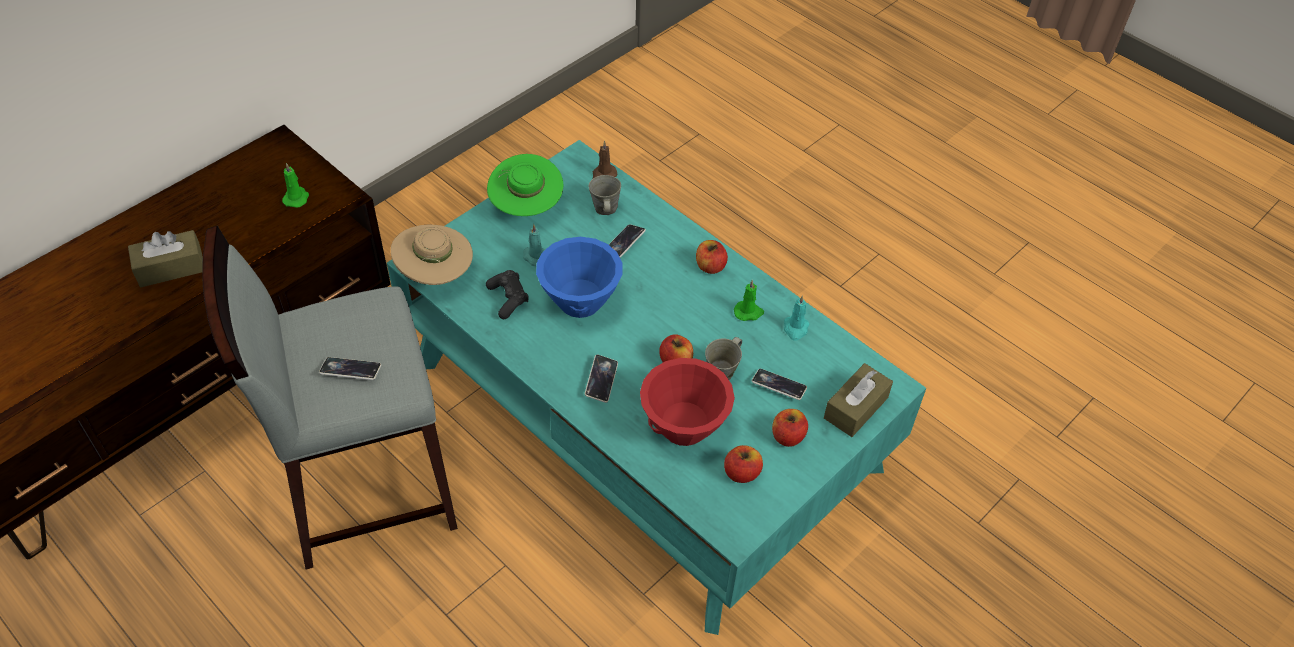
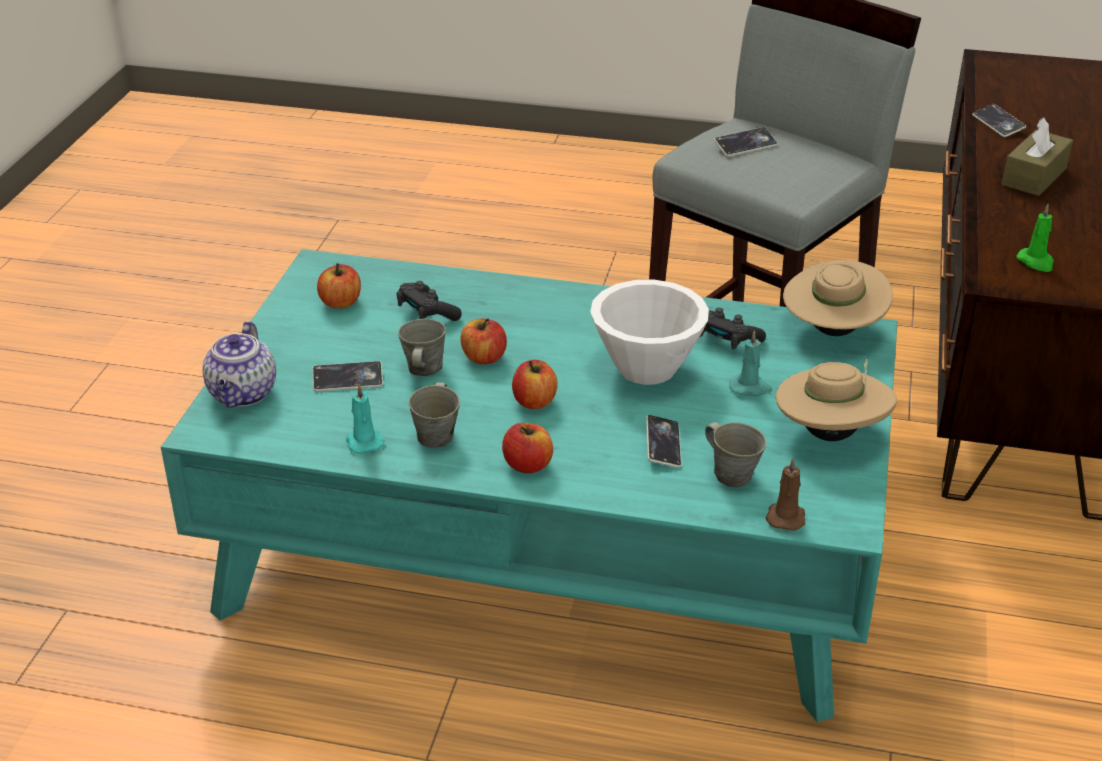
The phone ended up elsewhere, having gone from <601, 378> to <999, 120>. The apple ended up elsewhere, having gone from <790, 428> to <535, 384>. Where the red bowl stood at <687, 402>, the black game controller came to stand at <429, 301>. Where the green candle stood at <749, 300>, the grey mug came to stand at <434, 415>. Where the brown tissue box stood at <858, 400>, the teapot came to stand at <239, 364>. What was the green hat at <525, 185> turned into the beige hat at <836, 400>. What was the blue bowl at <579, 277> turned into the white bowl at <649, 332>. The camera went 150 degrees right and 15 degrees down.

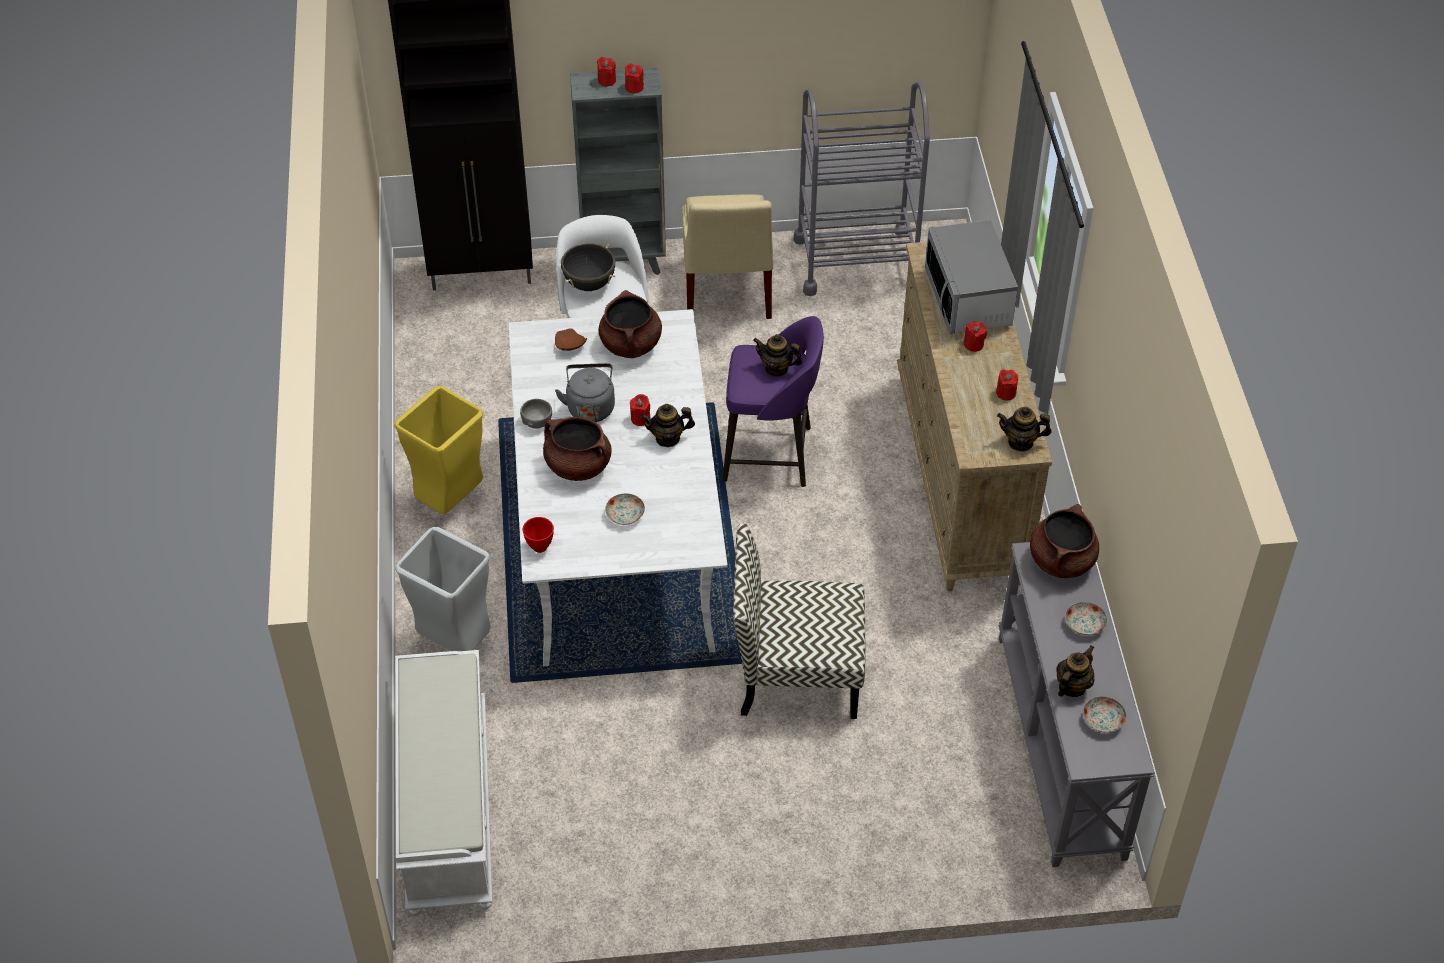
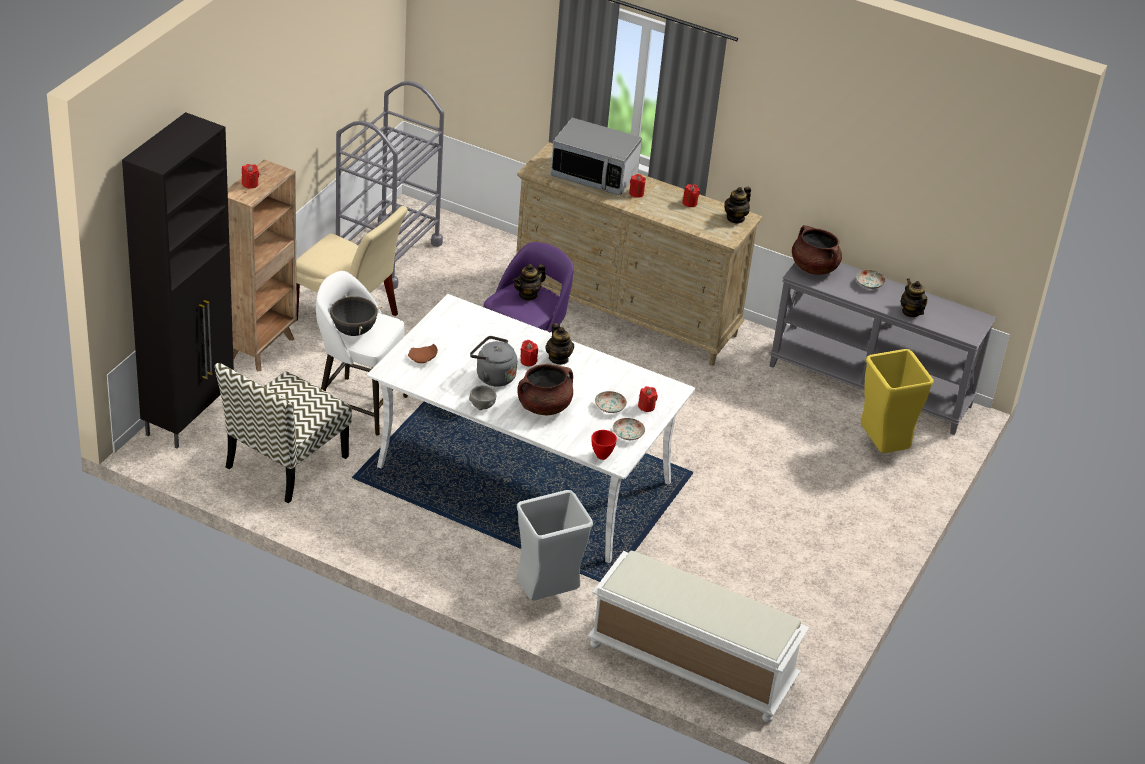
The second view lost the brown cooking pot at <630, 324>. The yellow trash can ended up elsewhere, having gone from <438, 450> to <897, 401>. The red candle ended up elsewhere, having gone from <634, 78> to <648, 399>. The chair ended up elsewhere, having gone from <799, 621> to <283, 433>. The plate ended up elsewhere, having gone from <1104, 714> to <629, 429>. What was the grey bookcase at <618, 171> turned into the brown bookcase at <262, 265>. The teapot at <668, 425> ended up facing another way, 45 degrees counterclockwise from before. The camera went 60 degrees left and 10 degrees down.

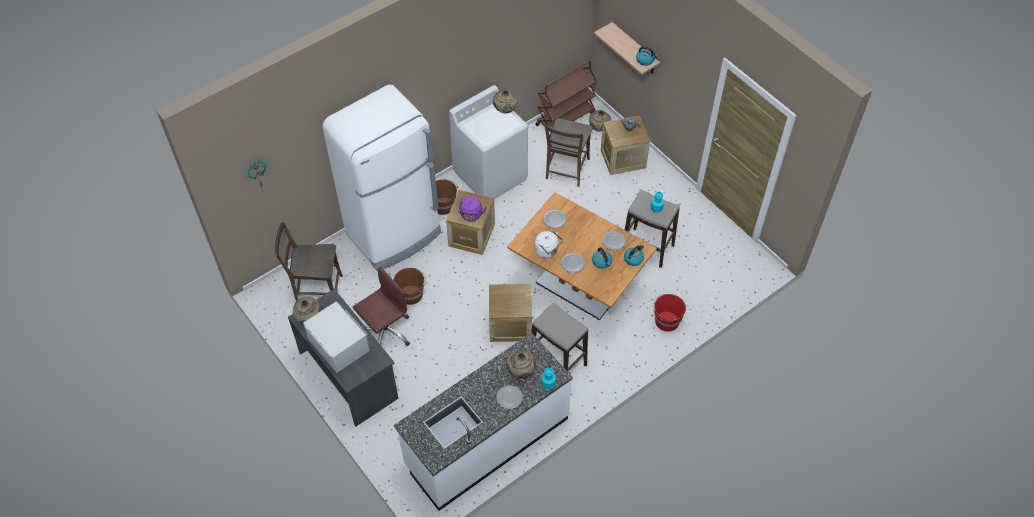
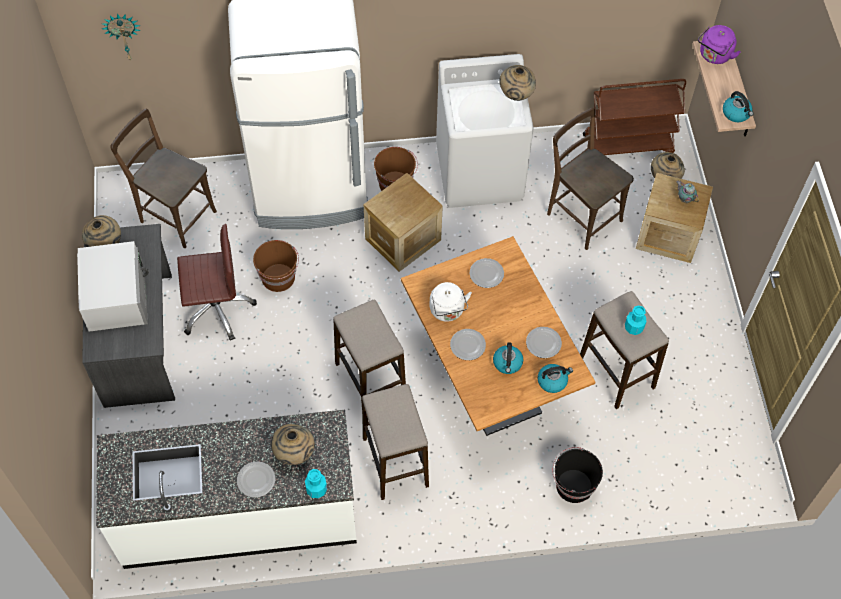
The purple kettle ended up elsewhere, having gone from <472, 208> to <719, 44>. Where the crate stood at <510, 313>, the stool came to stand at <369, 357>. What was the red bucket at <669, 313> turned into the black bucket at <577, 475>. The brown chair at <569, 152> ended up facing another way, 90 degrees clockwise from before. The camera went 30 degrees right and 5 degrees up.

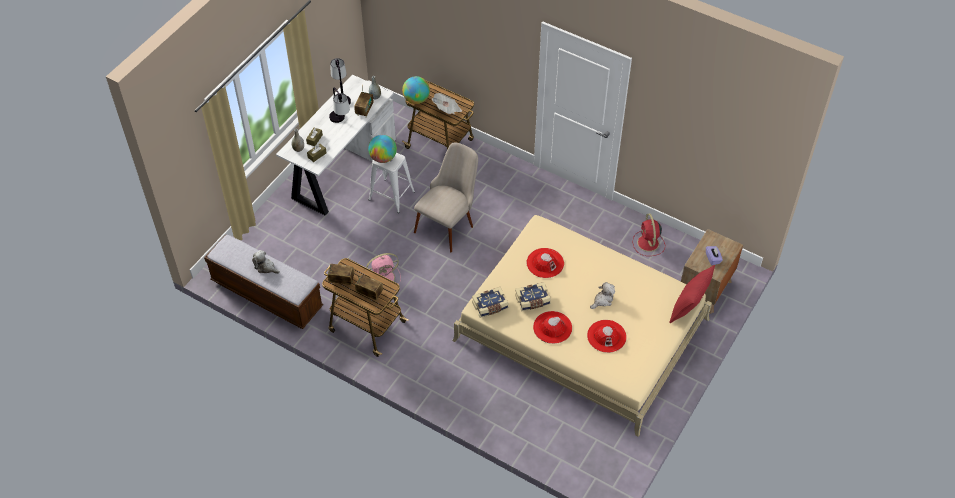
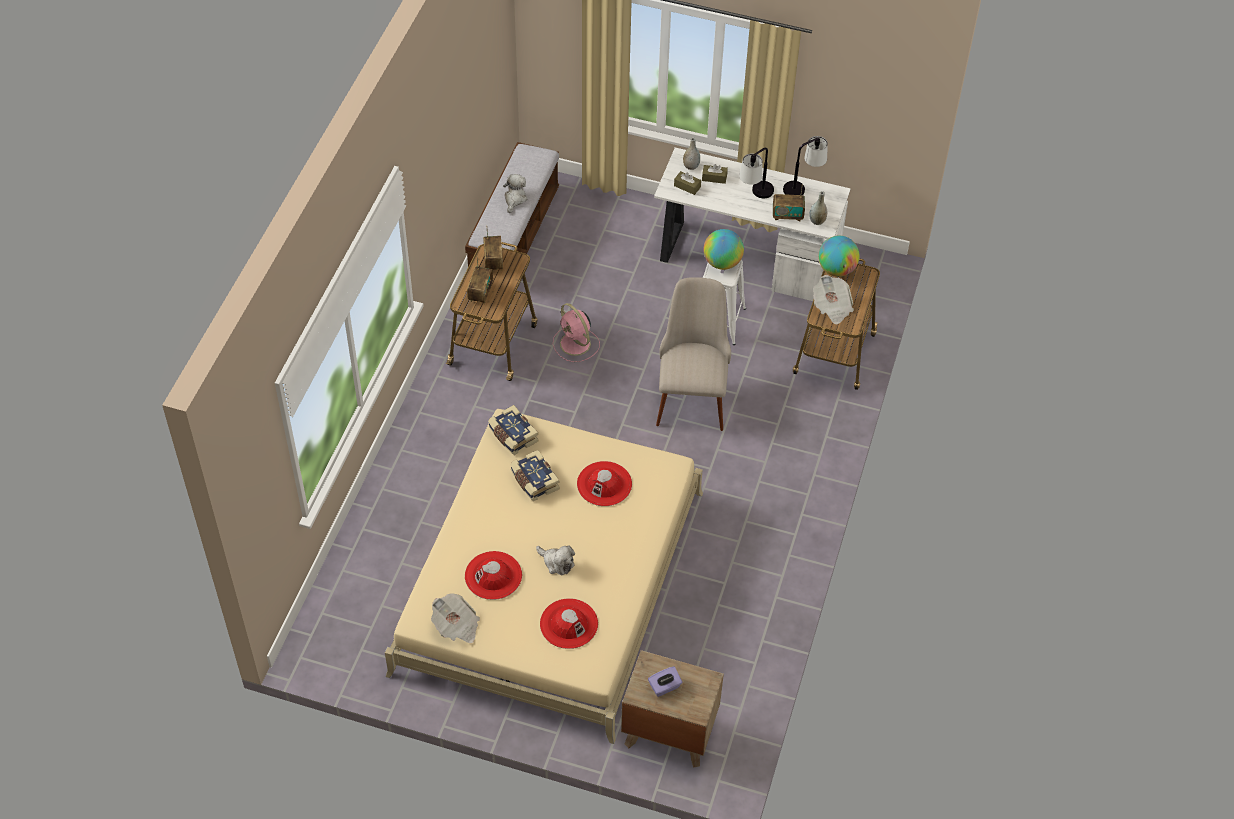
The second view lost the red fan at <649, 235>. The second view lost the red pillow at <692, 294>. The second view gained the newspaper at <455, 618>. The red hat ended up elsewhere, having gone from <552, 327> to <569, 623>. The beige chair at <446, 197> ended up facing another way, 105 degrees counterclockwise from before. The camera went 75 degrees right and 0 degrees up.

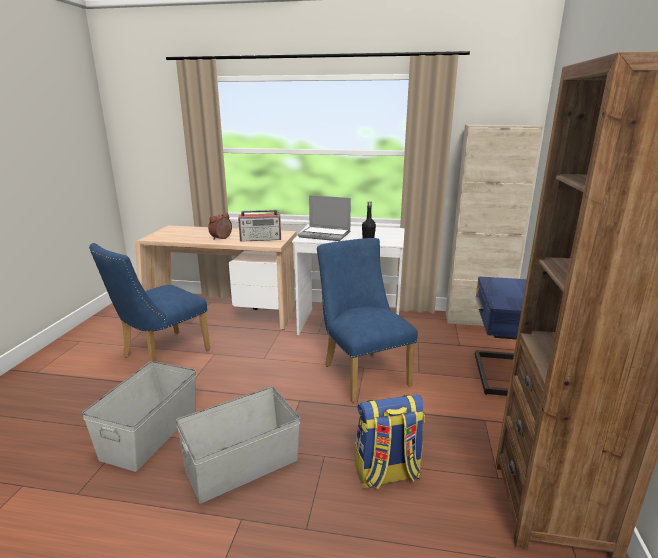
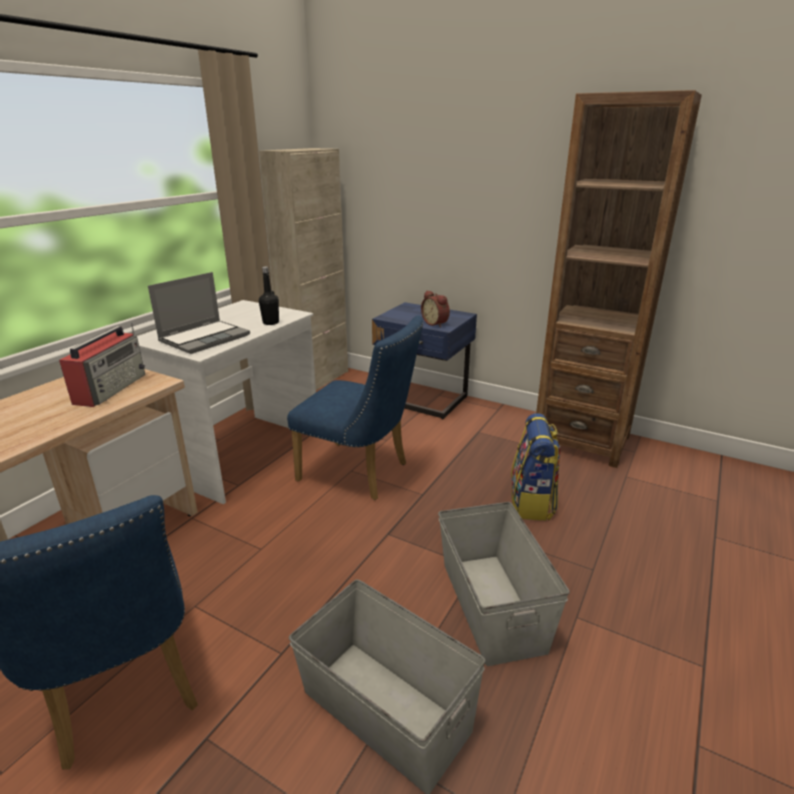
The alarm clock ended up elsewhere, having gone from <220, 226> to <435, 309>. The blue chair at <367, 320> ended up facing another way, 150 degrees counterclockwise from before. The camera went 70 degrees left and 5 degrees up.

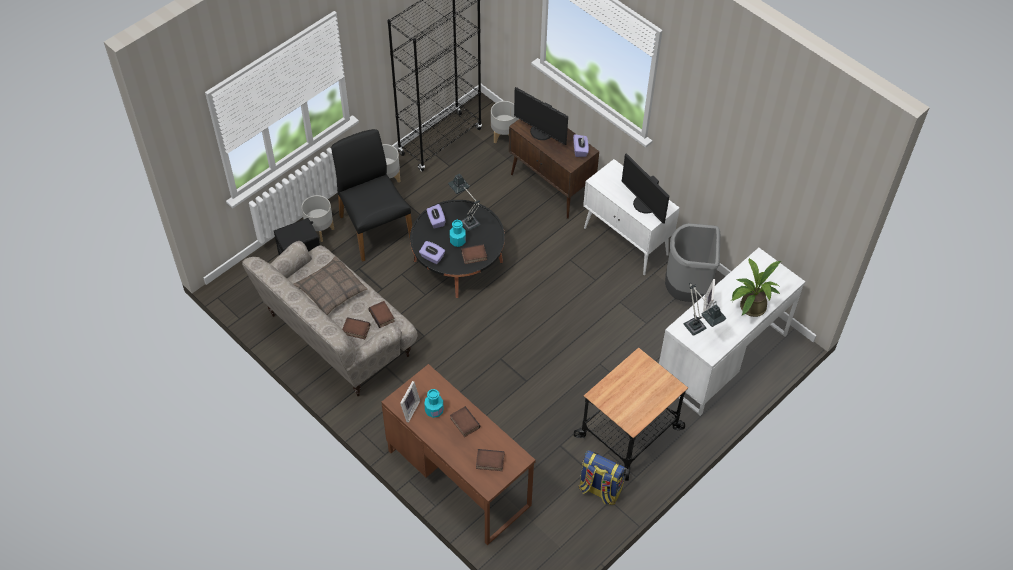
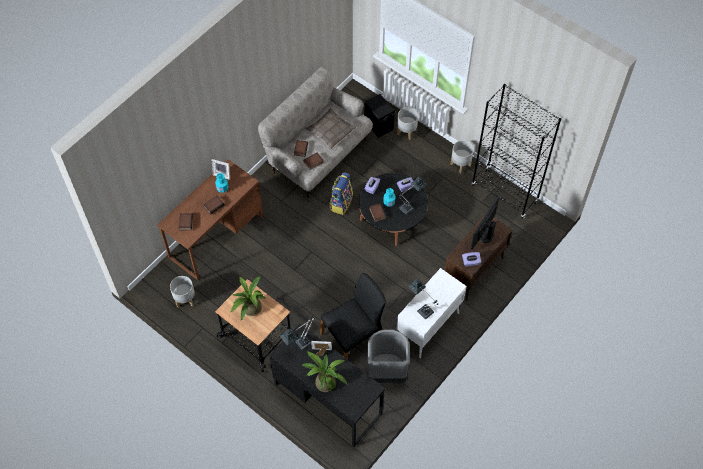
The second view gained the potted plant at <248, 298>. The black chair ended up elsewhere, having gone from <371, 195> to <353, 316>. The grey planter ended up elsewhere, having gone from <504, 122> to <182, 291>. The backpack ended up elsewhere, having gone from <602, 477> to <341, 193>. Where the monitor stood at <645, 189>, the table lamp came to stand at <423, 298>. What was the white desk at <732, 332> turned into the black desk at <327, 385>. The camera went 85 degrees right and 5 degrees up.

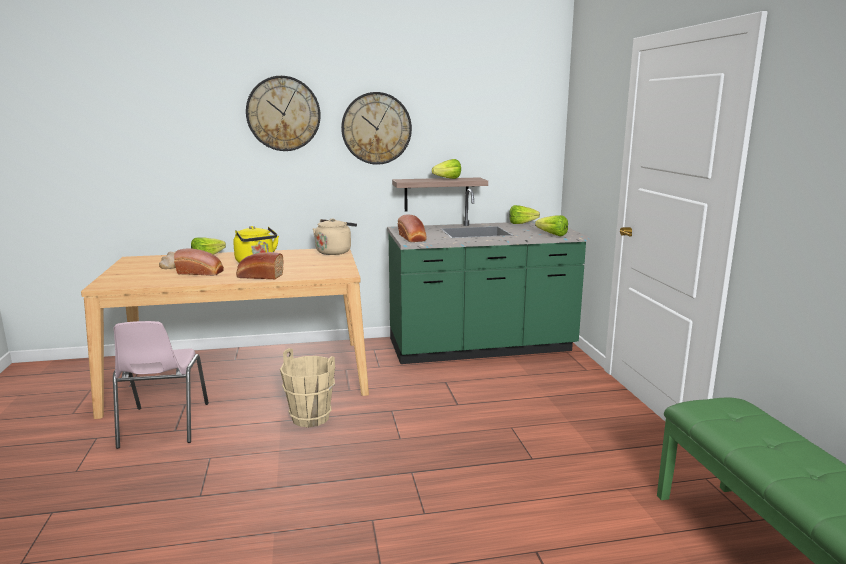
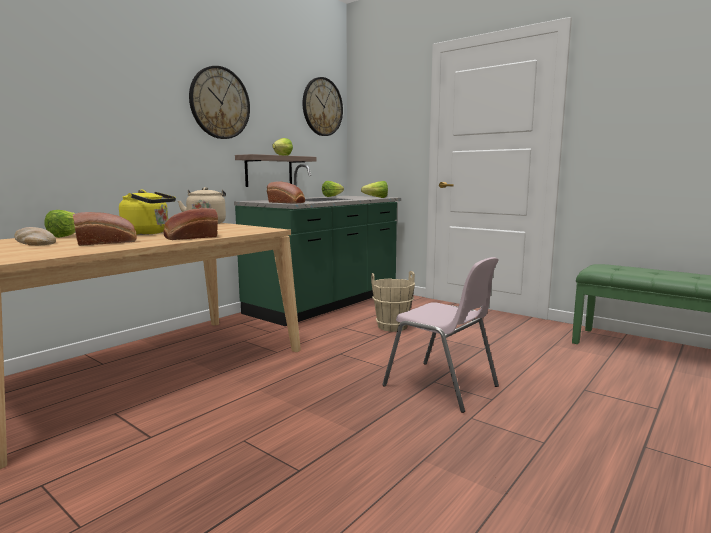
The pink chair ended up elsewhere, having gone from <161, 385> to <440, 335>. The wall clock ended up elsewhere, having gone from <283, 113> to <323, 106>. The beige bucket ended up elsewhere, having gone from <307, 387> to <393, 301>. The camera went 40 degrees left and 5 degrees down.

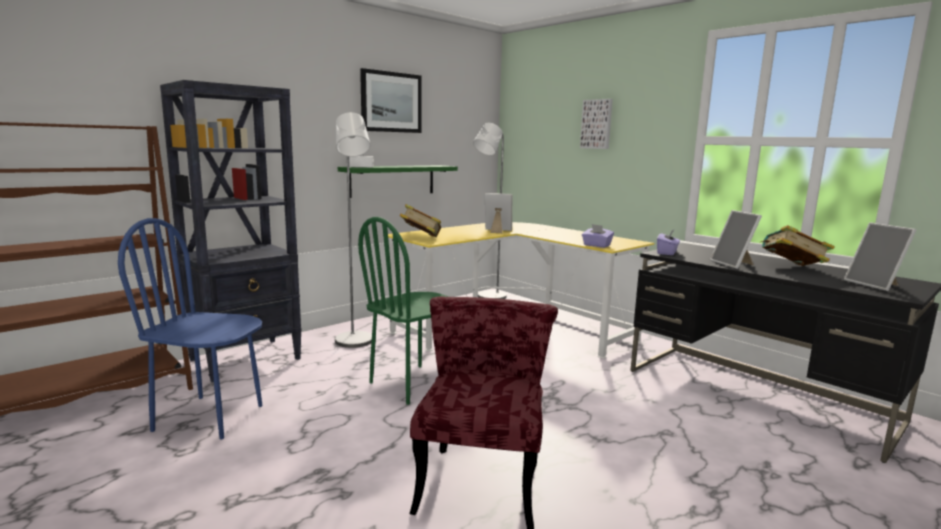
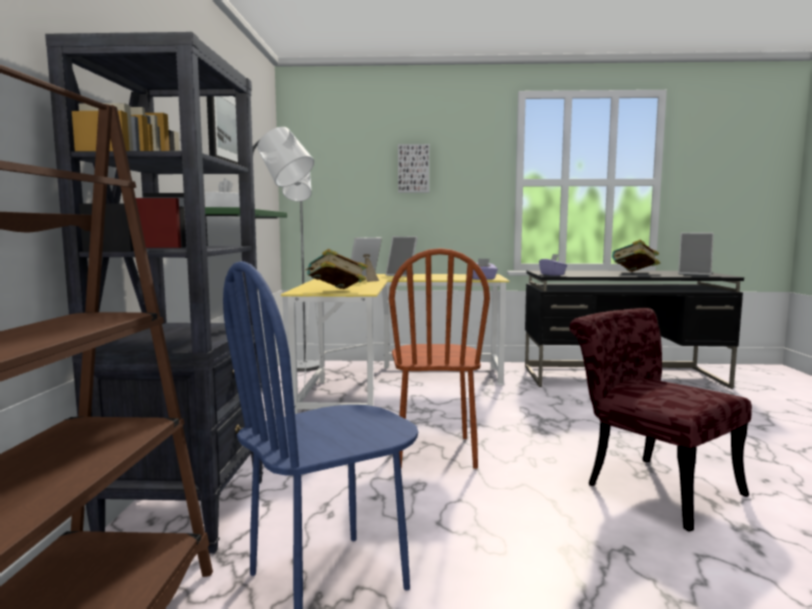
The picture frame ended up elsewhere, having gone from <736, 239> to <402, 256>. What was the green chair at <403, 311> turned into the brown chair at <439, 358>. The camera went 45 degrees left and 5 degrees down.

